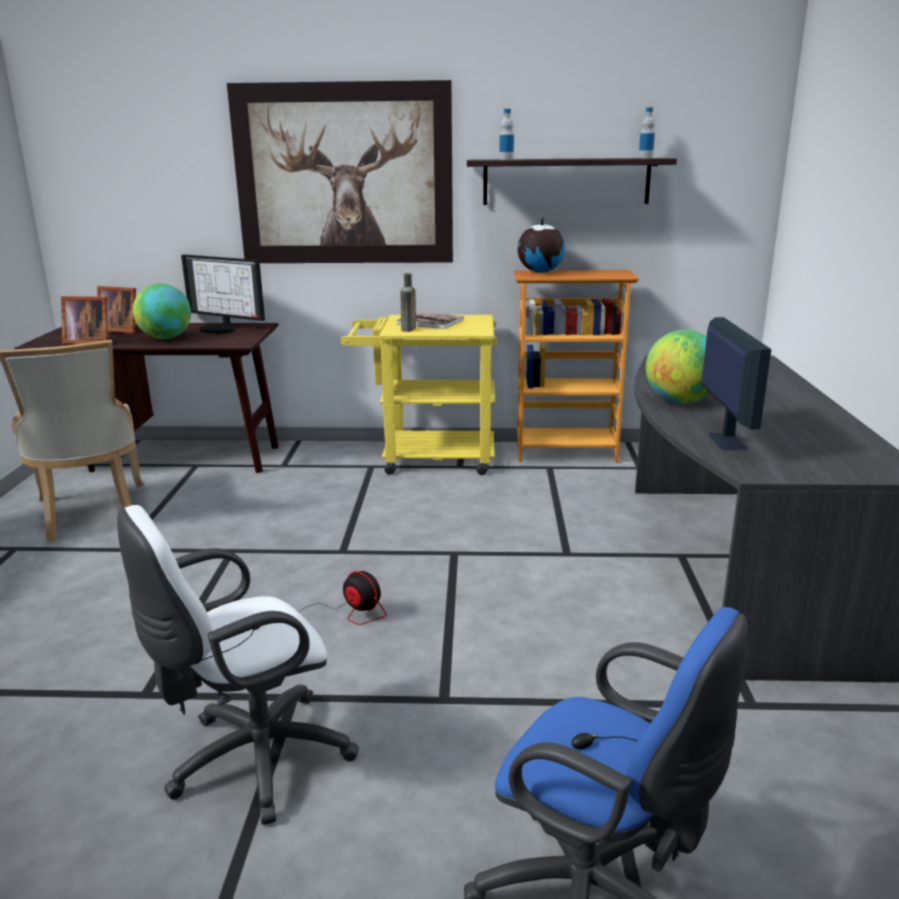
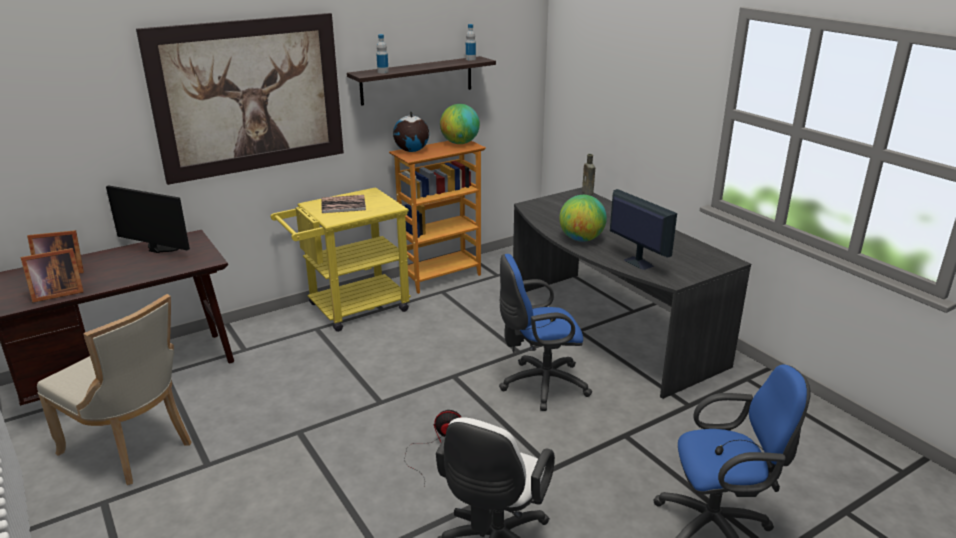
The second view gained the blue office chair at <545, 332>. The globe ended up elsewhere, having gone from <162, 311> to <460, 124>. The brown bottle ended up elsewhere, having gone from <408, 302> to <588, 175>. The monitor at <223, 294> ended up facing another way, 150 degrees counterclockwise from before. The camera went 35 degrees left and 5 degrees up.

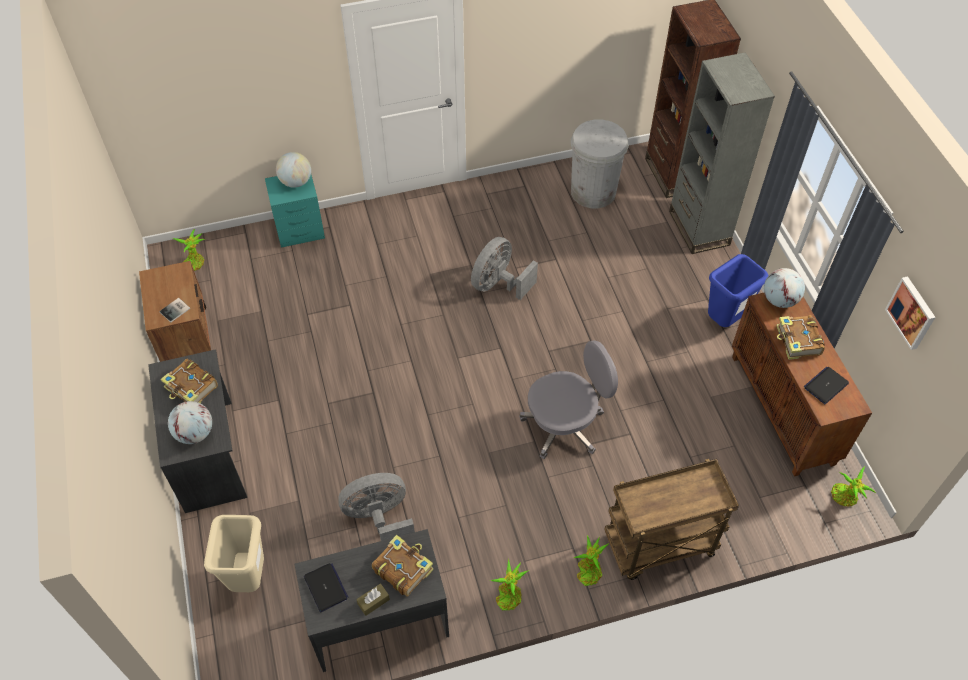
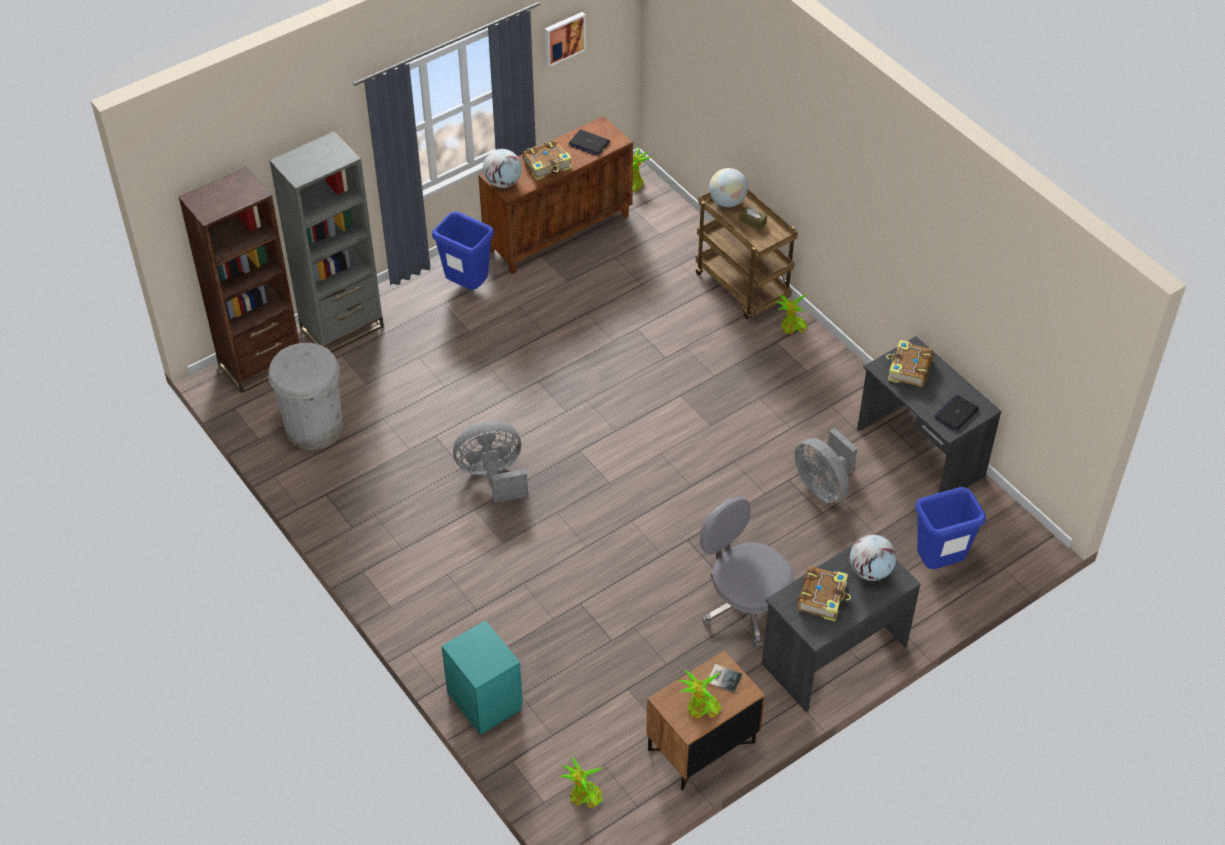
The globe ended up elsewhere, having gone from <293, 170> to <728, 187>. The brown tissue box ended up elsewhere, having gone from <373, 599> to <753, 218>. The potted plant ended up elsewhere, having gone from <509, 584> to <699, 694>. The grey office chair ended up elsewhere, having gone from <568, 399> to <746, 572>. What was the beige trash can at <234, 553> turned into the blue trash can at <951, 528>. The grey fan at <504, 268> ended up facing another way, 150 degrees clockwise from before. The camera went 110 degrees left and 5 degrees down.

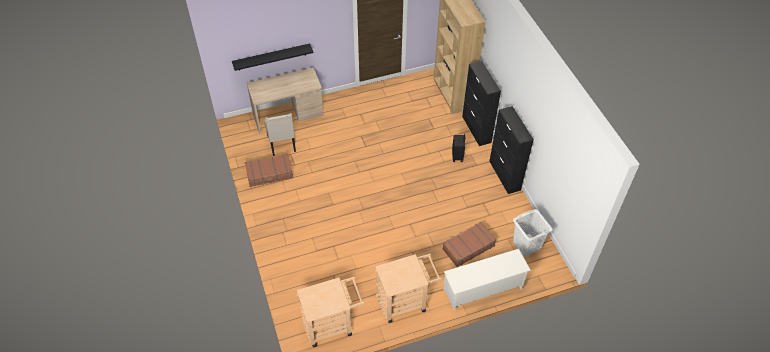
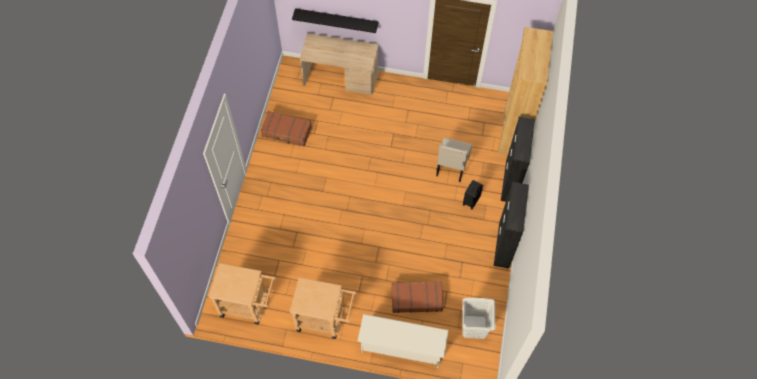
The beige chair ended up elsewhere, having gone from <280, 134> to <454, 159>. The camera went 30 degrees right and 10 degrees up.

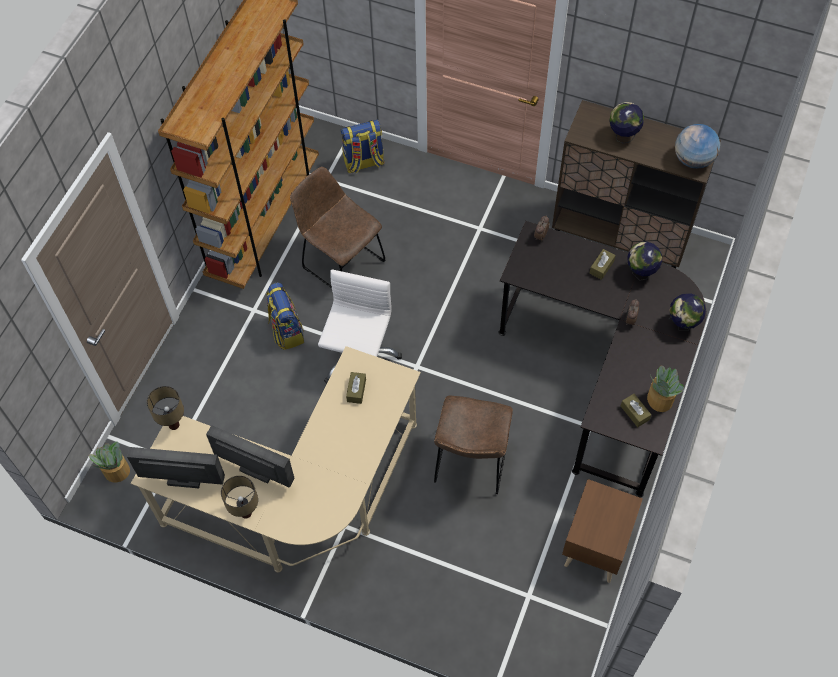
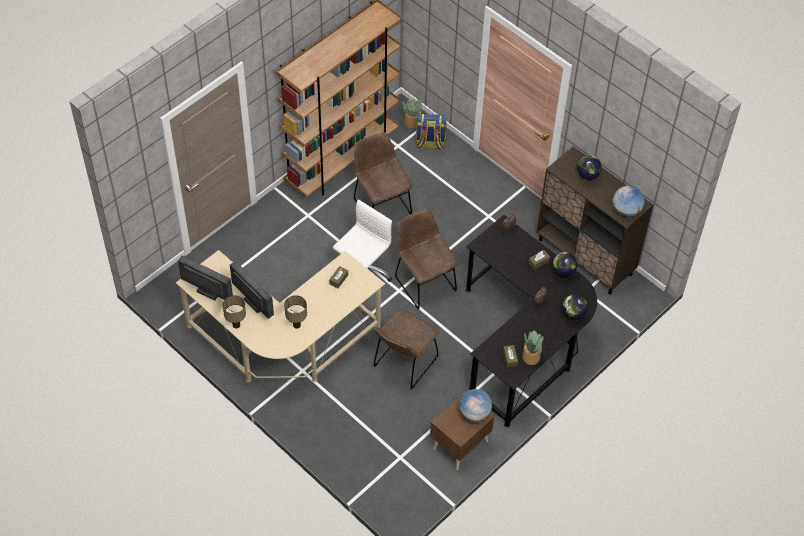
The second view lost the backpack at <285, 316>. The second view gained the brown chair at <426, 259>. The second view gained the globe at <475, 405>. The potted plant ended up elsewhere, having gone from <109, 462> to <412, 113>. The table lamp ended up elsewhere, having gone from <165, 408> to <295, 312>. The camera went 20 degrees right and 5 degrees down.

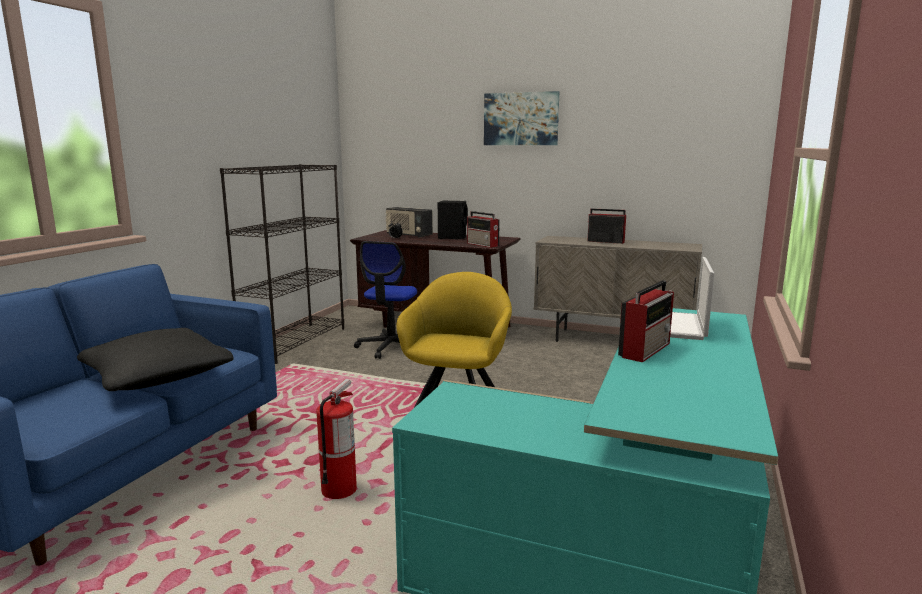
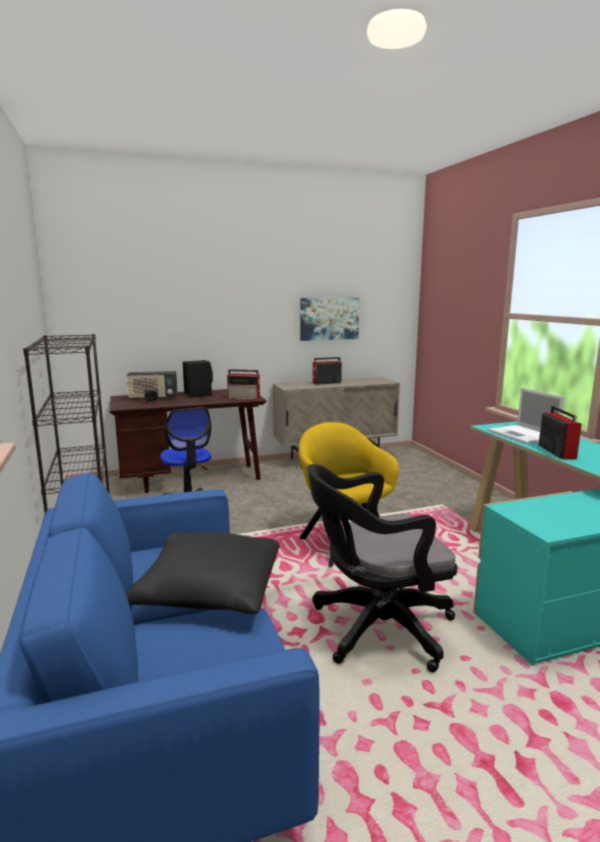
The picture ended up elsewhere, having gone from <521, 118> to <330, 319>. Where the fire extinguisher stood at <336, 439>, the black office chair came to stand at <382, 568>. The camera went 40 degrees left and 0 degrees up.

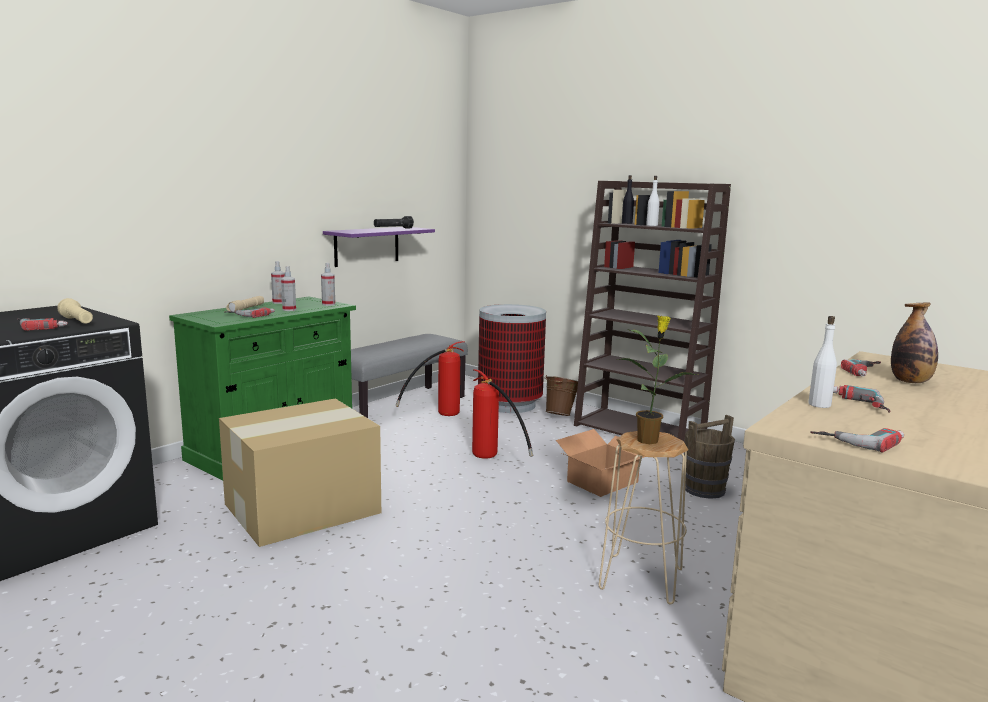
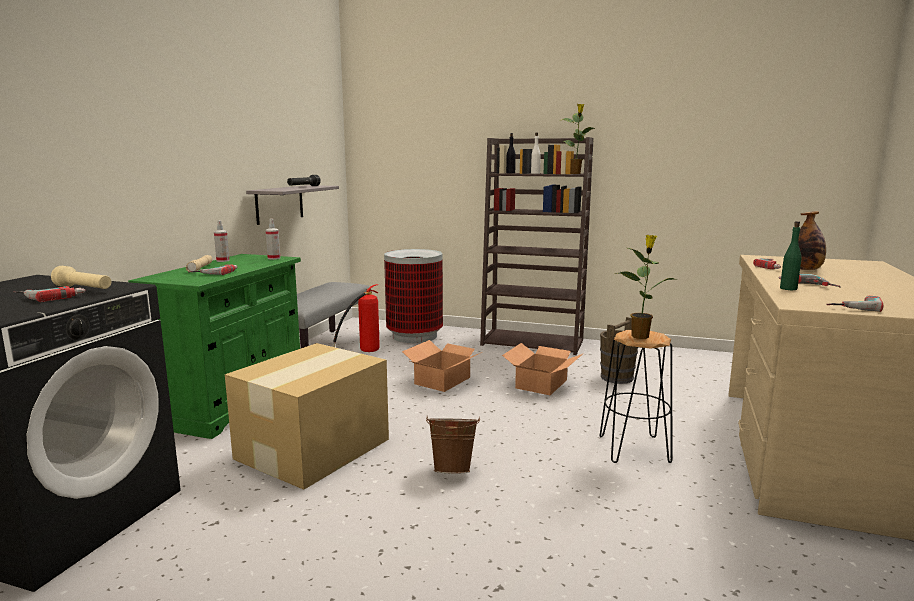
The second view lost the spray bottle at <288, 288>. The second view gained the potted plant at <578, 139>. The brown bucket ended up elsewhere, having gone from <561, 395> to <453, 445>. Where the fire extinguisher stood at <502, 414>, the cardboard box came to stand at <442, 366>. What was the purple shelf at <379, 247> turned into the grey shelf at <292, 205>. What was the beige stool at <643, 518> turned into the black stool at <635, 396>. What was the white bottle at <822, 362> turned into the green bottle at <791, 255>. The camera went 20 degrees left and 0 degrees up.

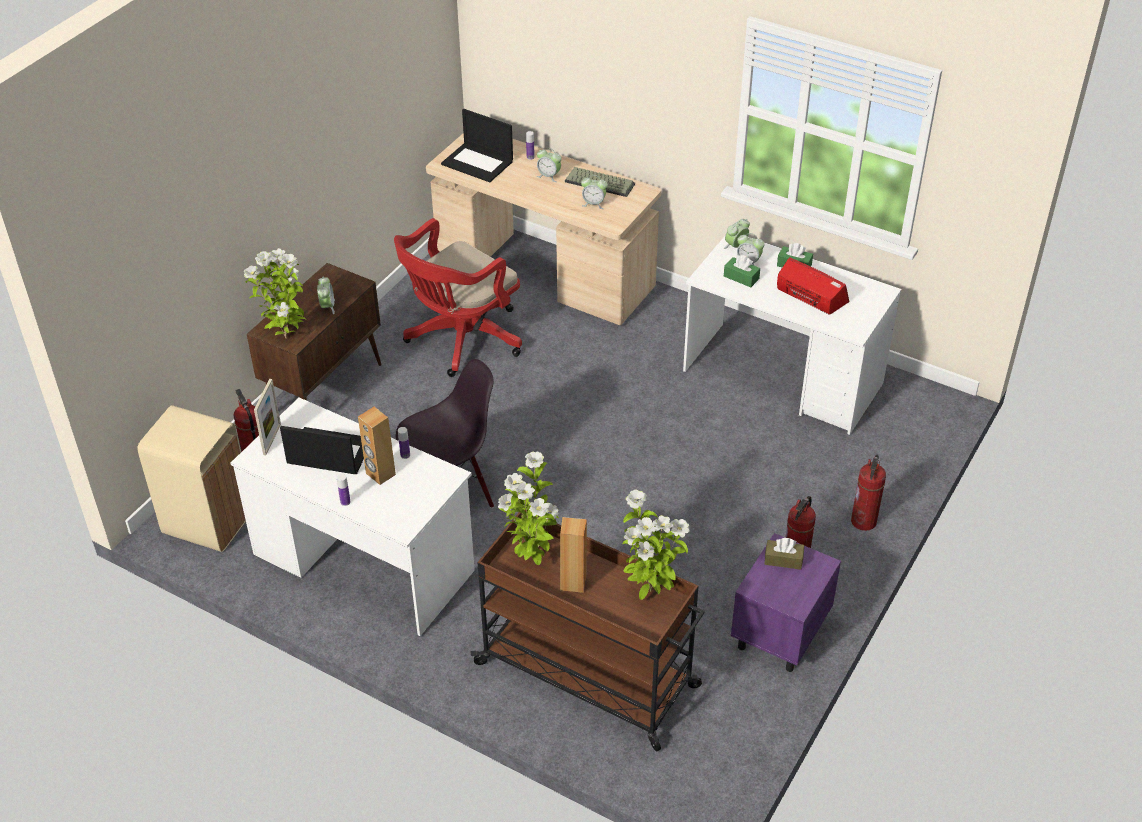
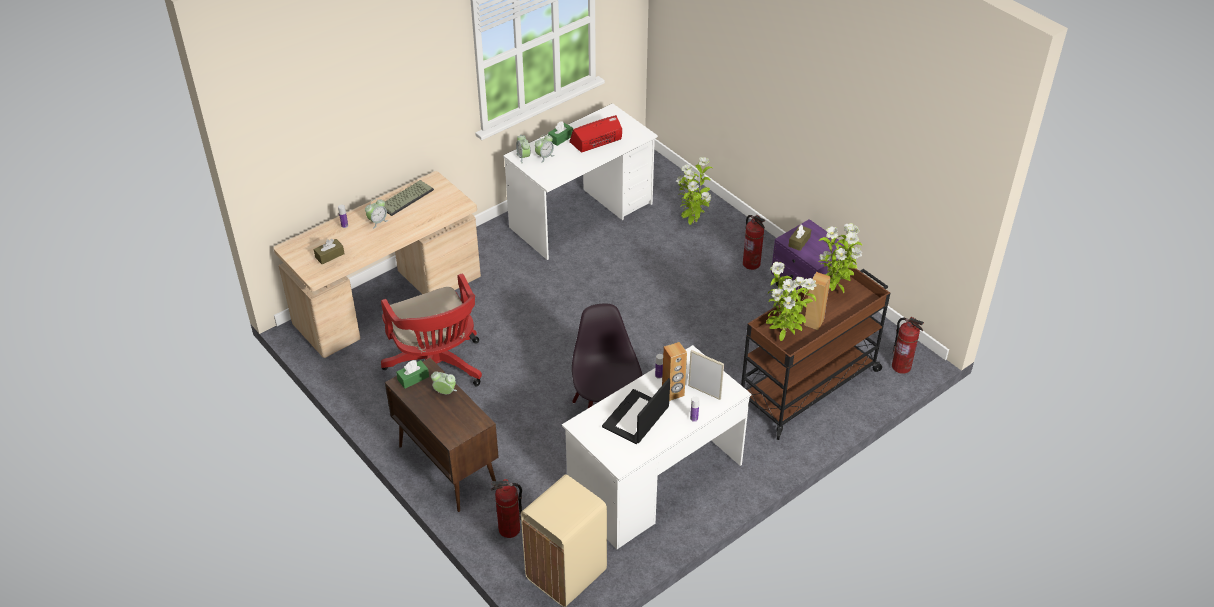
The second view lost the alarm clock at <594, 192>. The potted plant ended up elsewhere, having gone from <275, 293> to <694, 191>. The picture frame ended up elsewhere, having gone from <267, 417> to <706, 375>. The green tissue box ended up elsewhere, having gone from <742, 271> to <412, 374>. The fire extinguisher ended up elsewhere, having gone from <868, 493> to <908, 345>. Where the laptop stood at <477, 145>, the brown tissue box came to stand at <329, 251>. The camera went 70 degrees left and 0 degrees up.

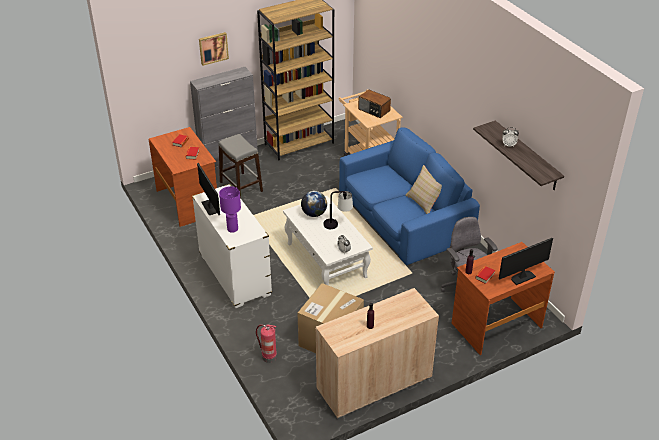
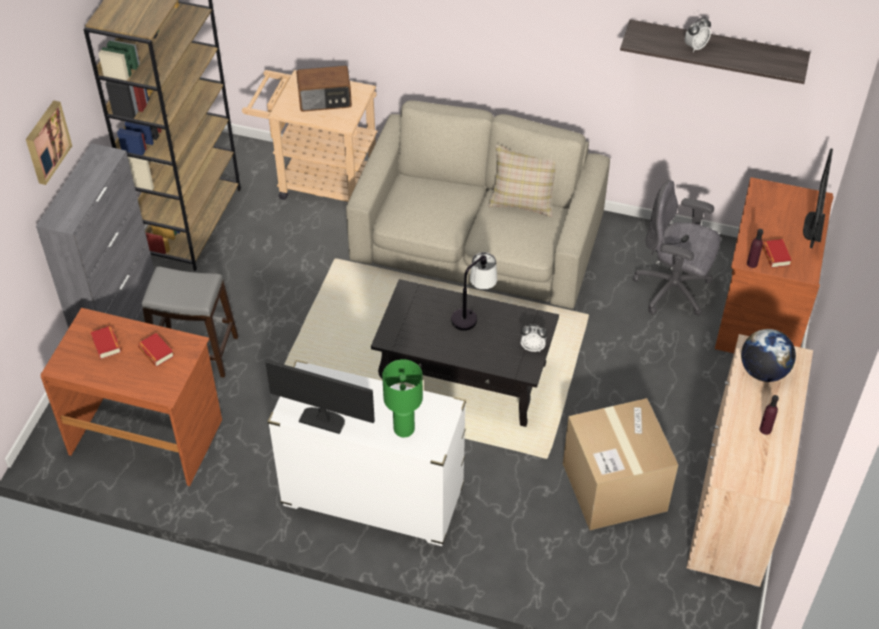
The second view lost the fire extinguisher at <266, 343>. The globe ended up elsewhere, having gone from <314, 204> to <768, 355>. What was the purple table lamp at <230, 209> turned into the green table lamp at <402, 398>. What was the white coffee table at <328, 241> turned into the black coffee table at <465, 353>. What was the blue sofa at <409, 196> turned into the beige sofa at <478, 204>. The camera went 45 degrees left and 10 degrees up.

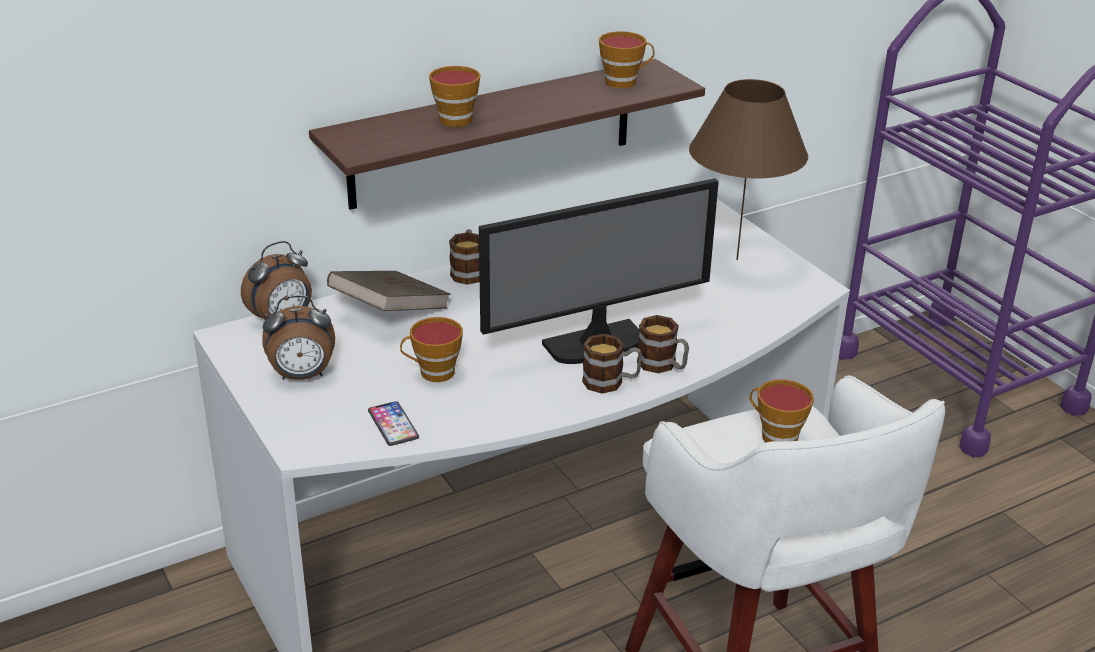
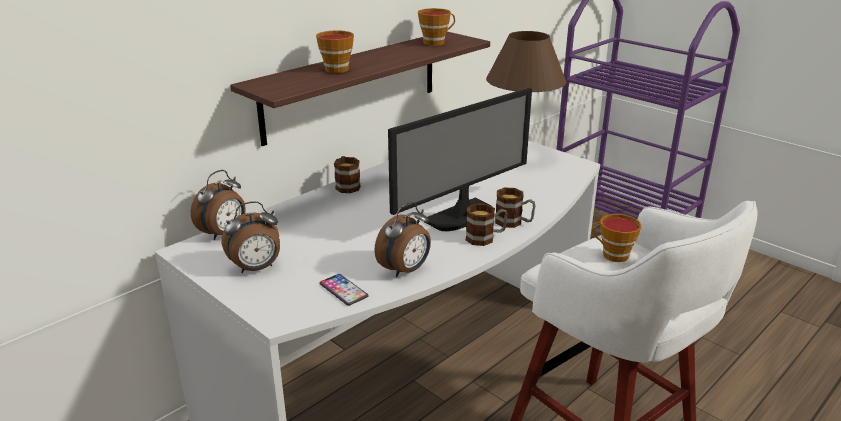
The second view lost the brown book at <389, 291>. The second view lost the cup at <431, 349>. The second view gained the alarm clock at <402, 239>. The camera went 15 degrees left and 5 degrees down.

